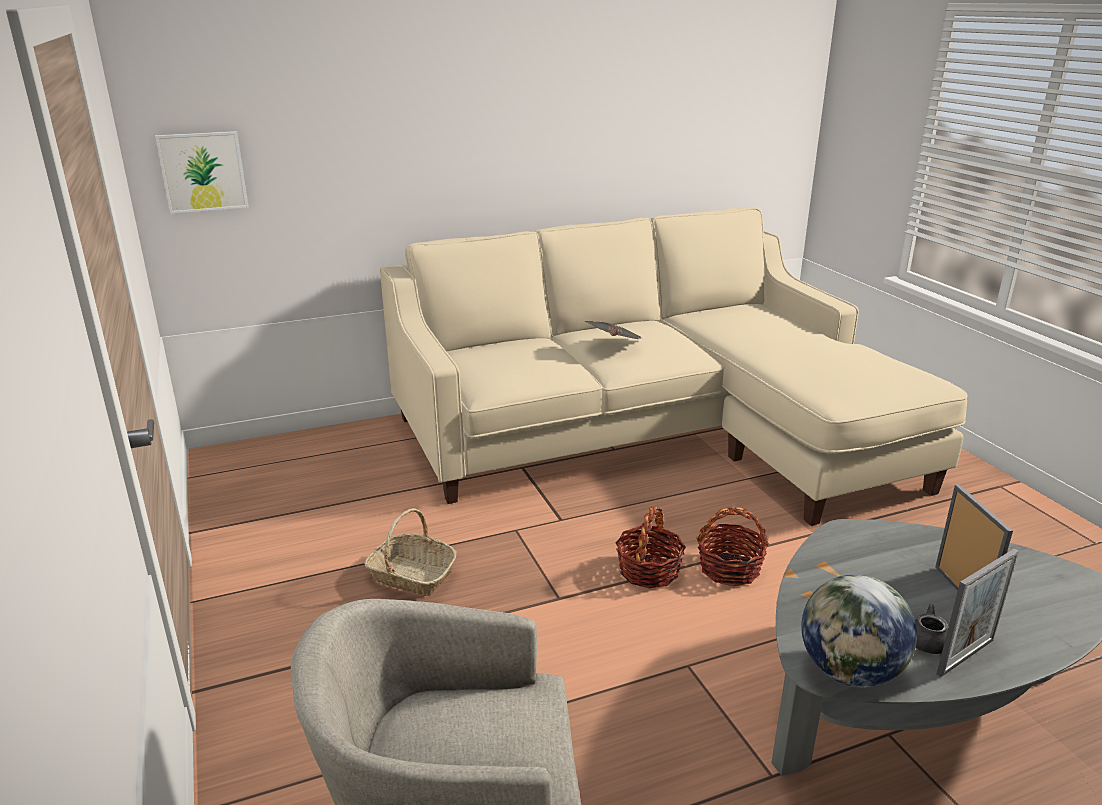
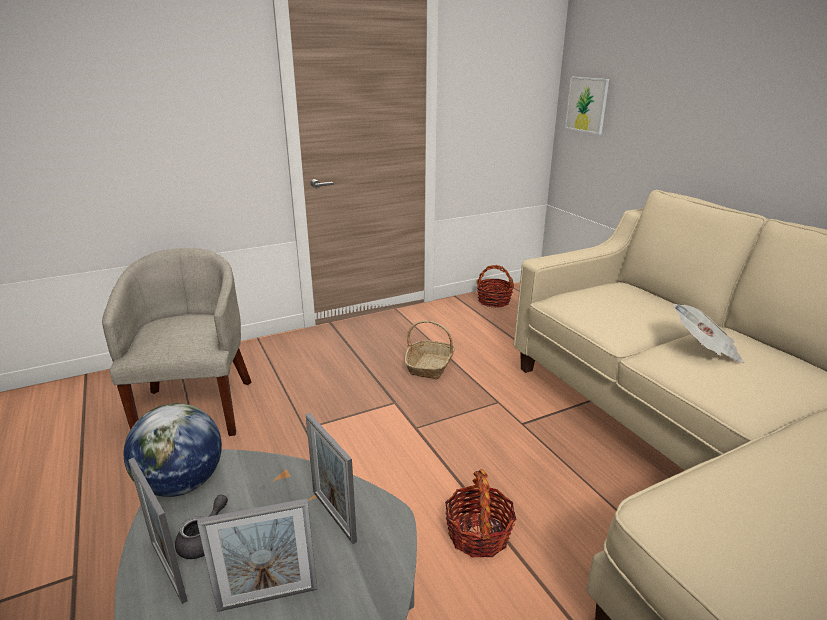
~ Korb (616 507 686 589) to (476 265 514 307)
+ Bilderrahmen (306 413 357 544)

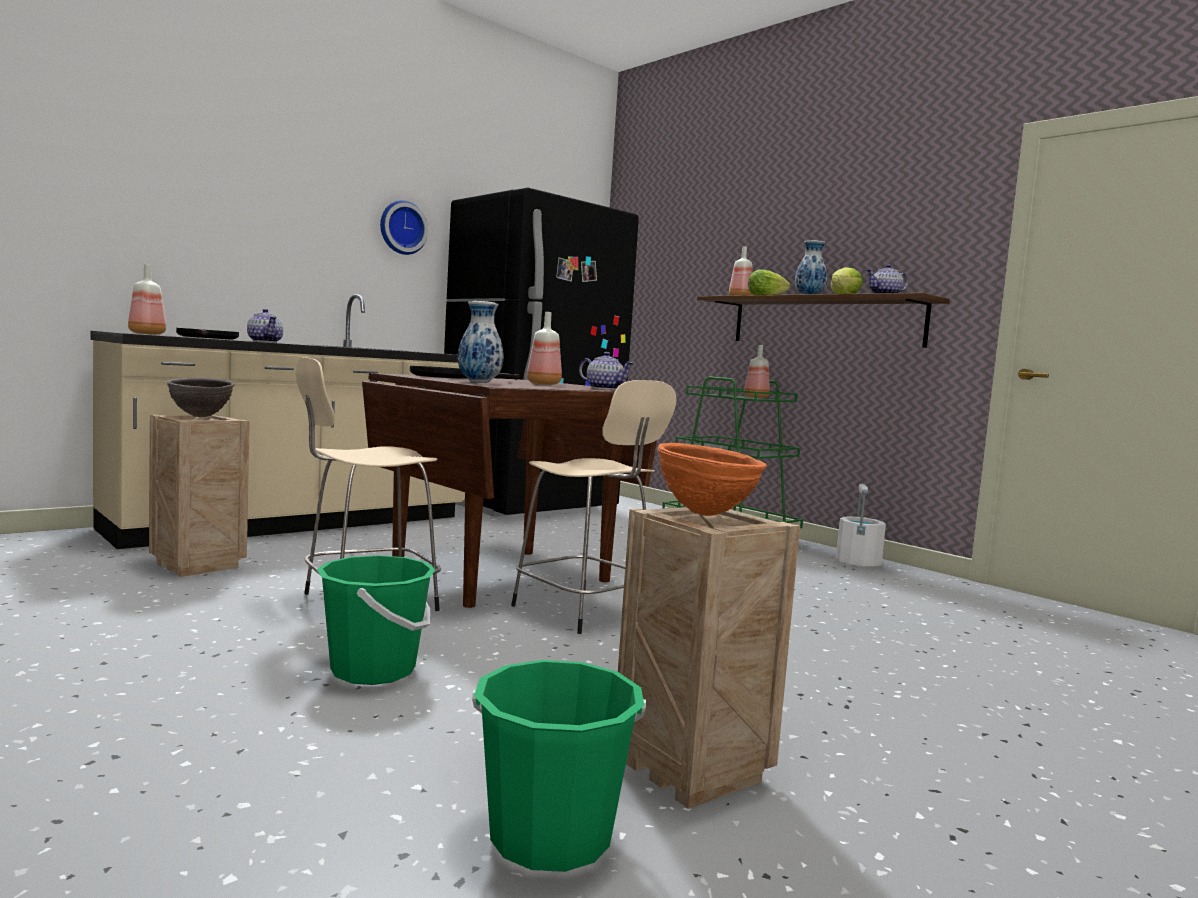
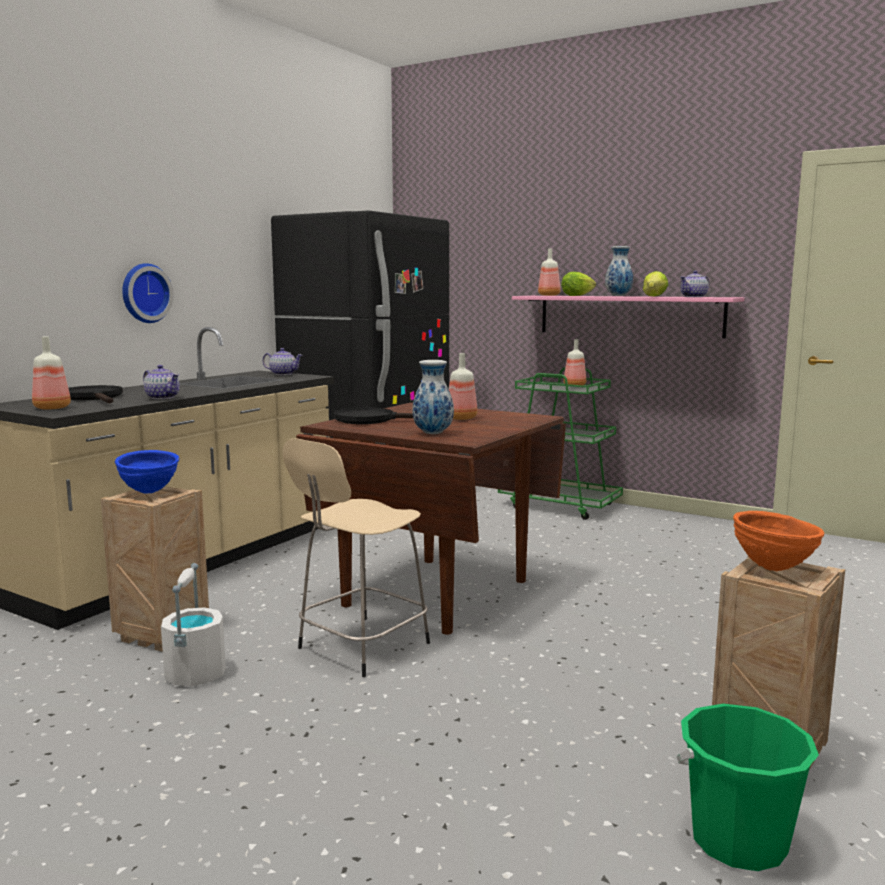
~ Schüssel [braun] (167 378 235 417) to Schüssel [blau] (115 450 179 494)
- Eimer [grün] (316 555 436 685)
~ Wanduhr (380 200 428 255) to (122 263 174 323)
- Hocker [beige] (511 380 676 634)
~ Teekanne (579 352 634 390) to (263 348 303 375)
~ Wandregal [braun] (697 293 950 348) to Wandregal [rosa] (512 296 745 338)
~ Eimer [weiß] (836 483 886 566) to (161 563 226 686)

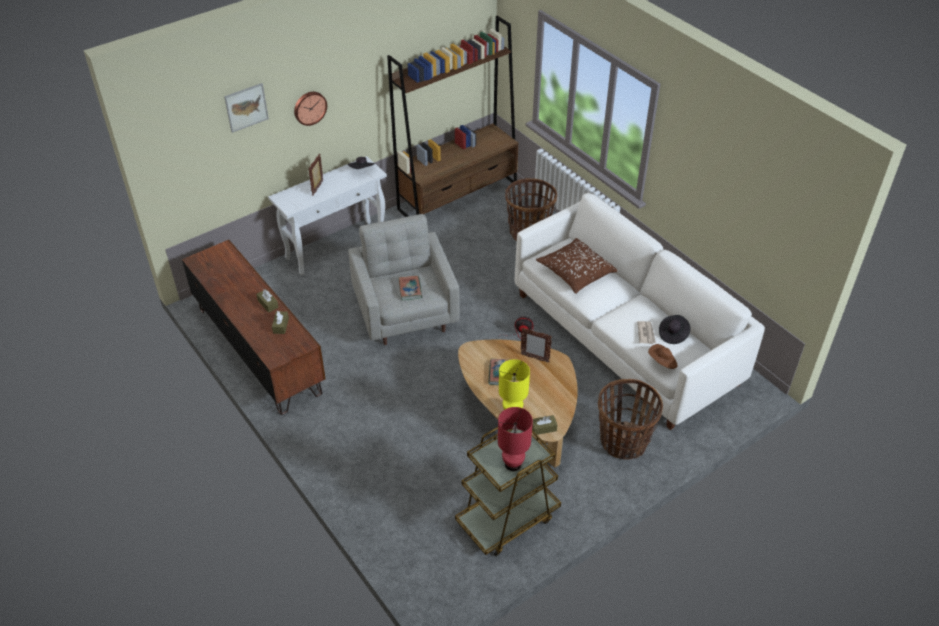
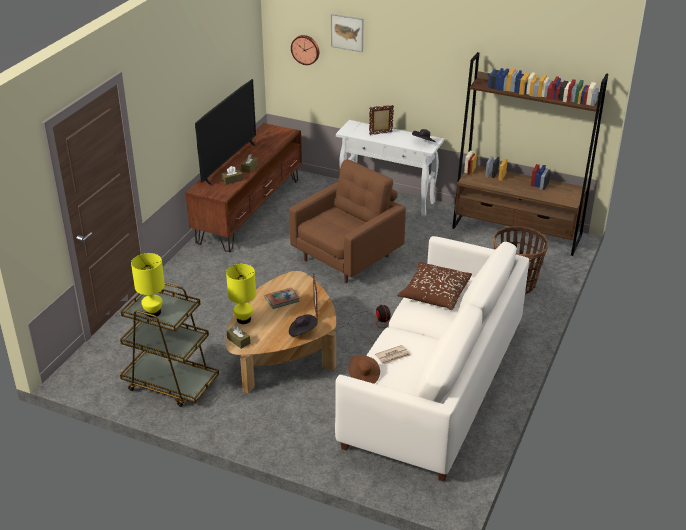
~ Wanduhr (294 92 327 126) to (291 35 319 65)
~ Sessel [grau] (348 214 460 345) to Sessel [braun] (289 159 406 283)
- Buch (398 276 422 300)
~ Tischlampe [rot] (498 407 533 471) to Tischlampe [gelb] (131 253 165 317)
- Korb (598 379 663 460)
~ Hut [schwarz] (659 315 691 344) to (289 314 318 337)
+ Fernseher (195 79 256 185)

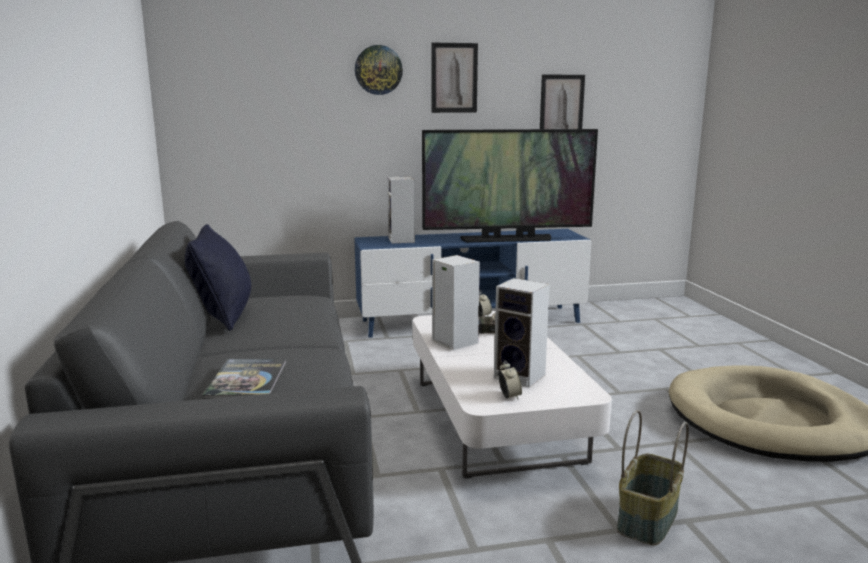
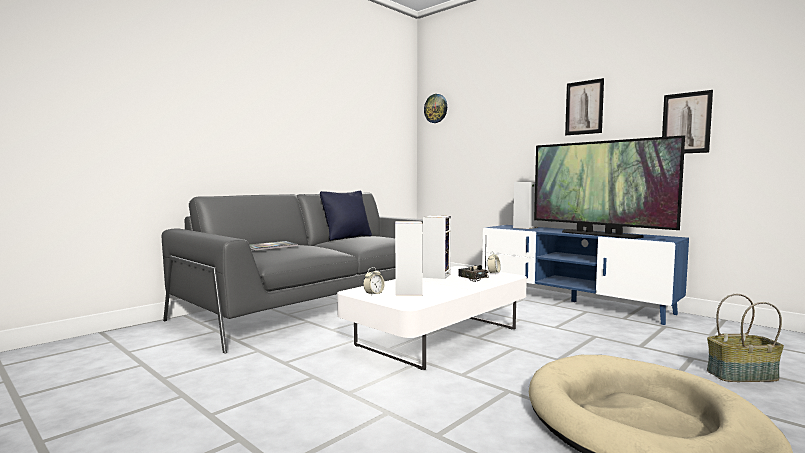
~ Wanduhr (355 45 403 95) to (424 94 447 123)
~ Korb (617 410 689 545) to (707 294 784 382)

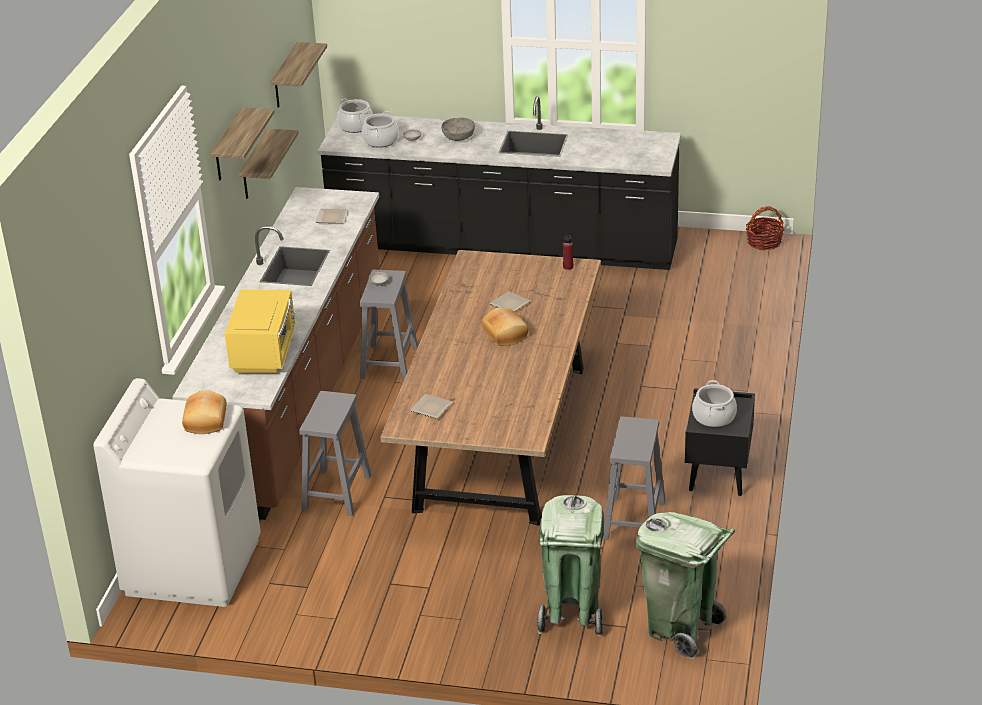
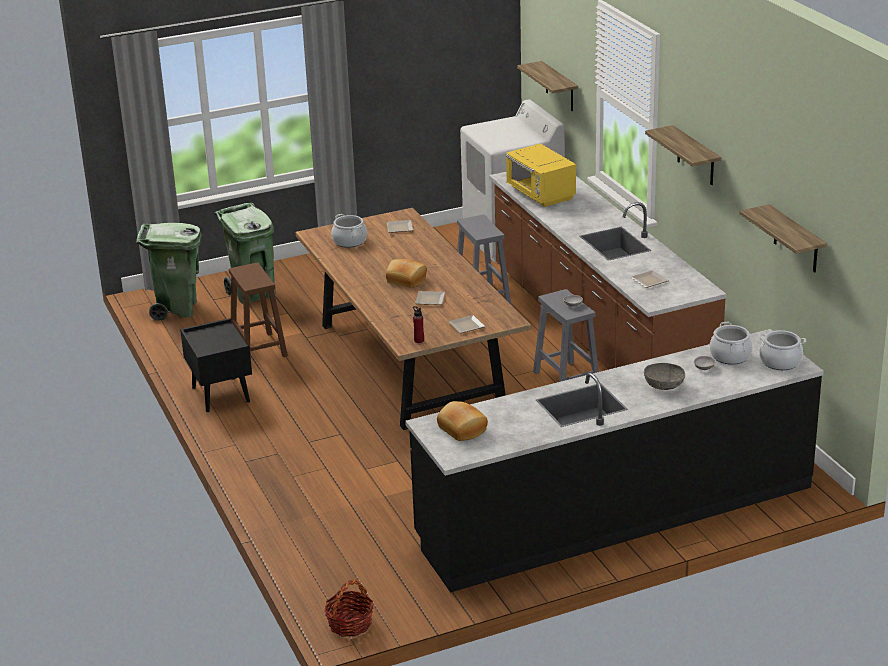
~ Brot (182 390 226 434) to (437 401 488 441)
~ Wandregal (238 129 299 199) to (517 61 578 111)
~ Hocker [grau] (603 416 666 540) to Hocker [braun] (229 262 288 357)
~ Kochtopf (692 380 737 427) to (331 214 367 248)
+ Teller (448 315 485 333)

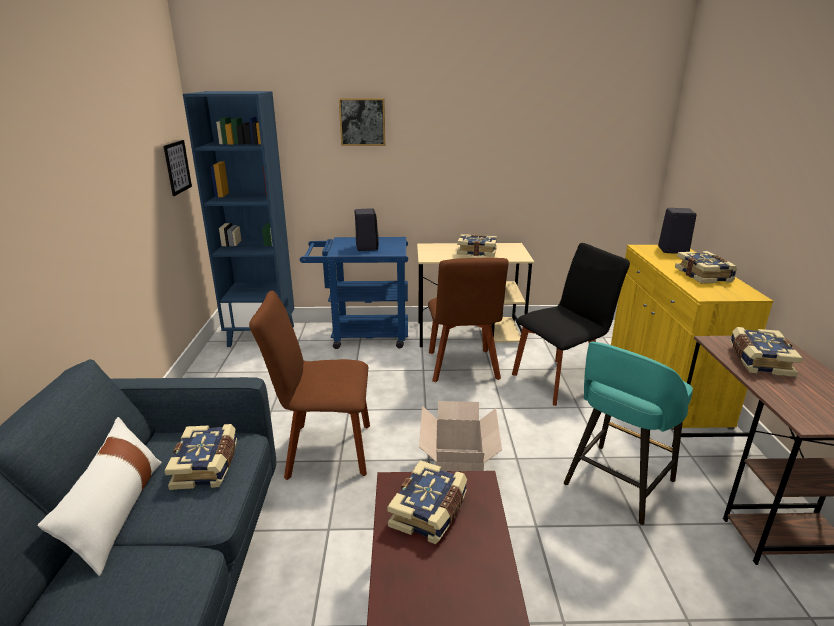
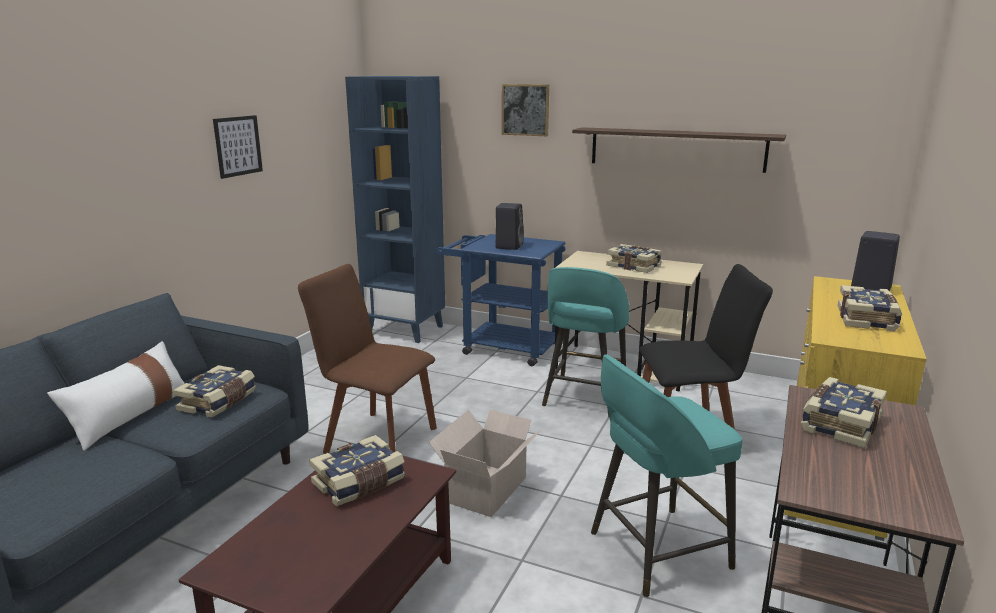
~ Bild (163 140 192 196) to (213 115 263 179)
~ Stuhl [braun] (428 258 509 382) to Hocker [türkis] (542 267 629 418)
+ Wandregal (572 127 786 173)

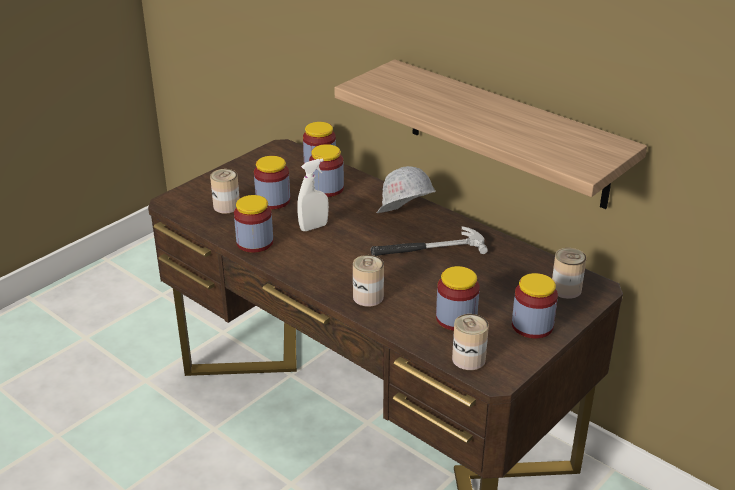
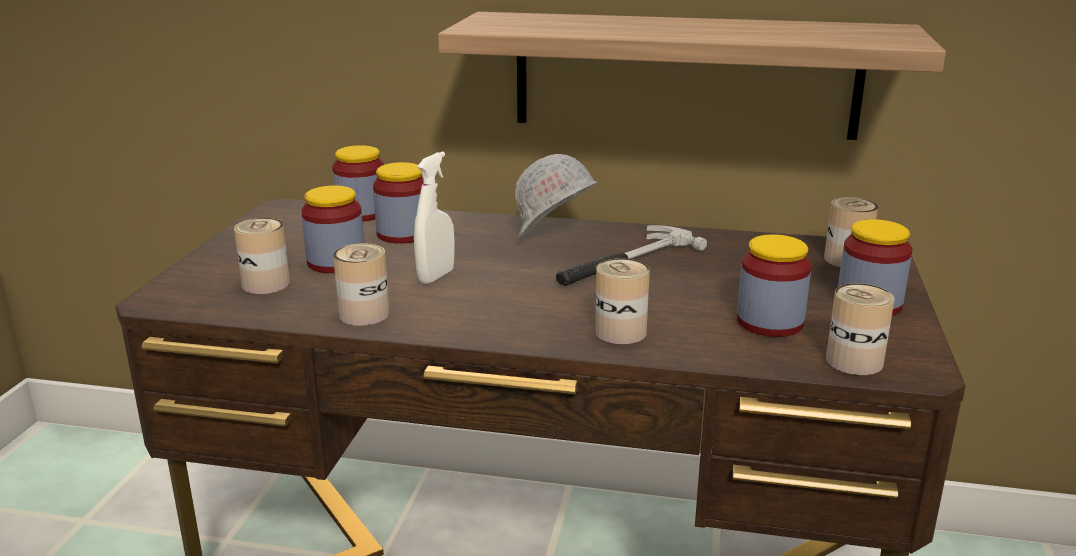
~ Vorratsglas (234 195 273 253) to Dose (333 243 389 326)

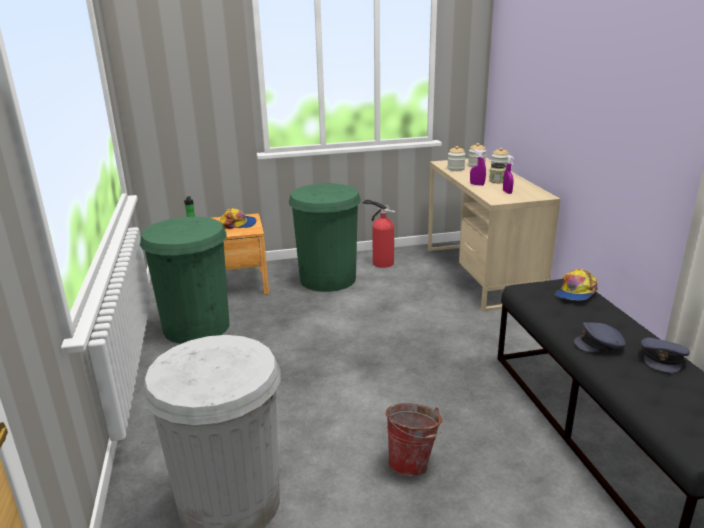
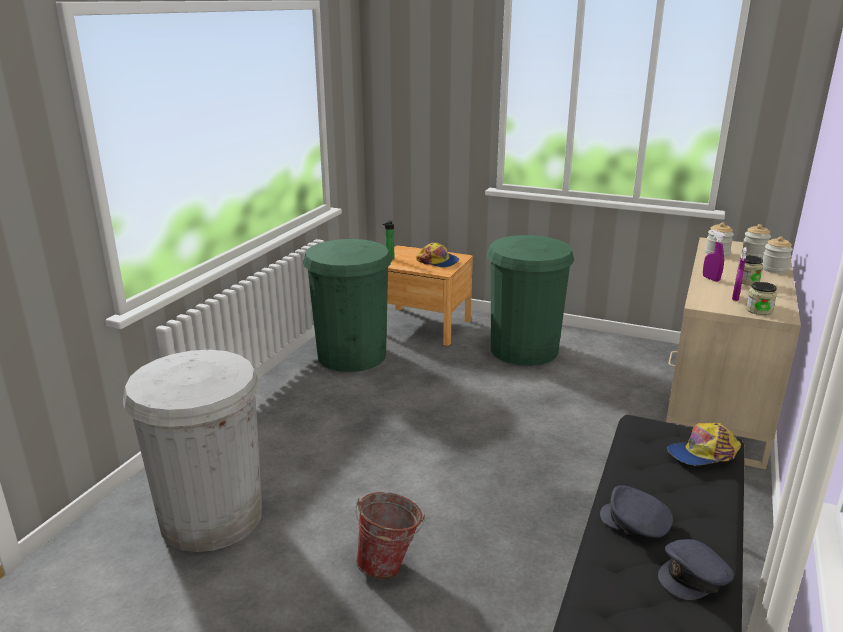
- Feuerlöscher (363 200 396 268)
+ Vorratsglas (746 282 777 315)

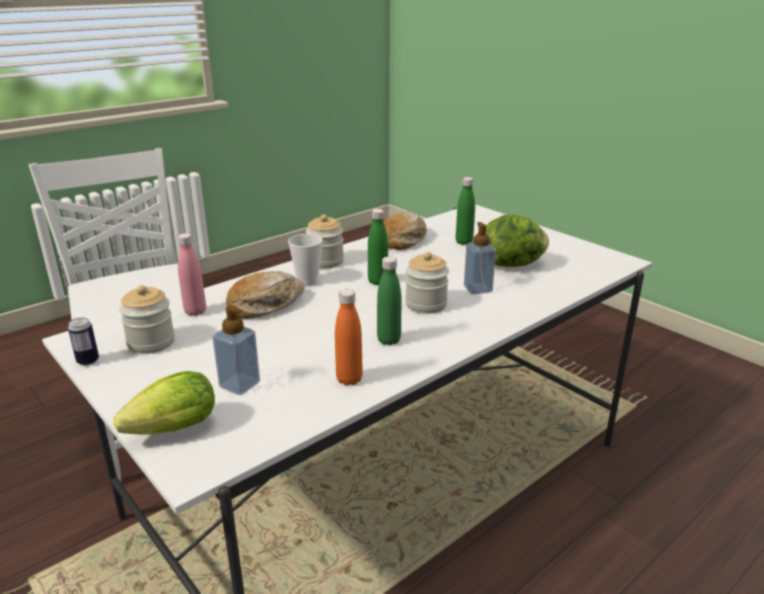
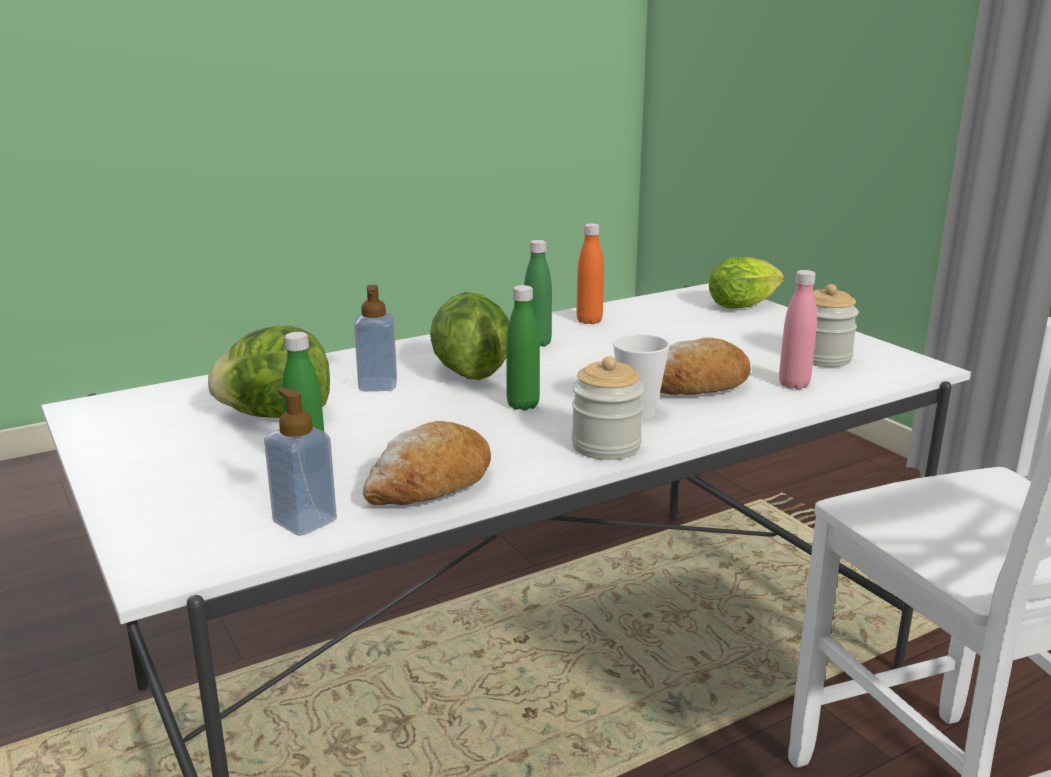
- Dose (68 317 99 366)
~ Seifenspender (212 305 260 395) to (264 388 337 536)
~ Vorratsglas (405 252 449 314) to Salatkopf (430 292 509 380)

